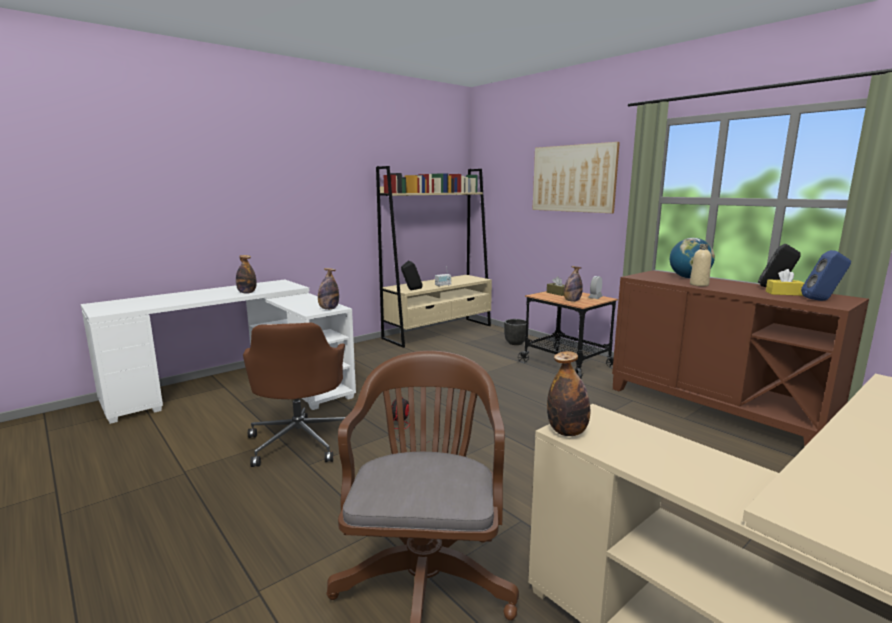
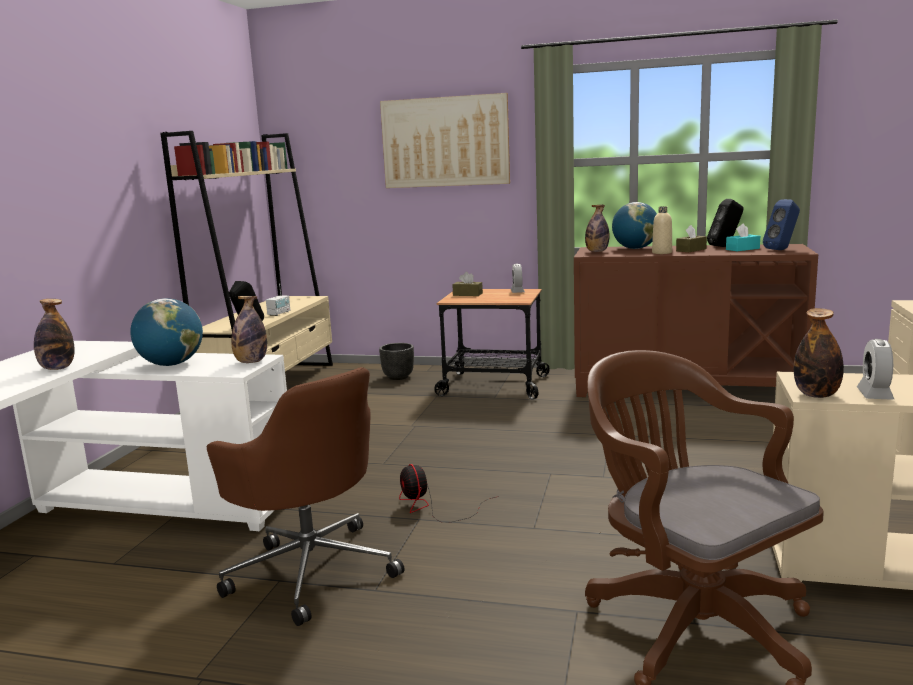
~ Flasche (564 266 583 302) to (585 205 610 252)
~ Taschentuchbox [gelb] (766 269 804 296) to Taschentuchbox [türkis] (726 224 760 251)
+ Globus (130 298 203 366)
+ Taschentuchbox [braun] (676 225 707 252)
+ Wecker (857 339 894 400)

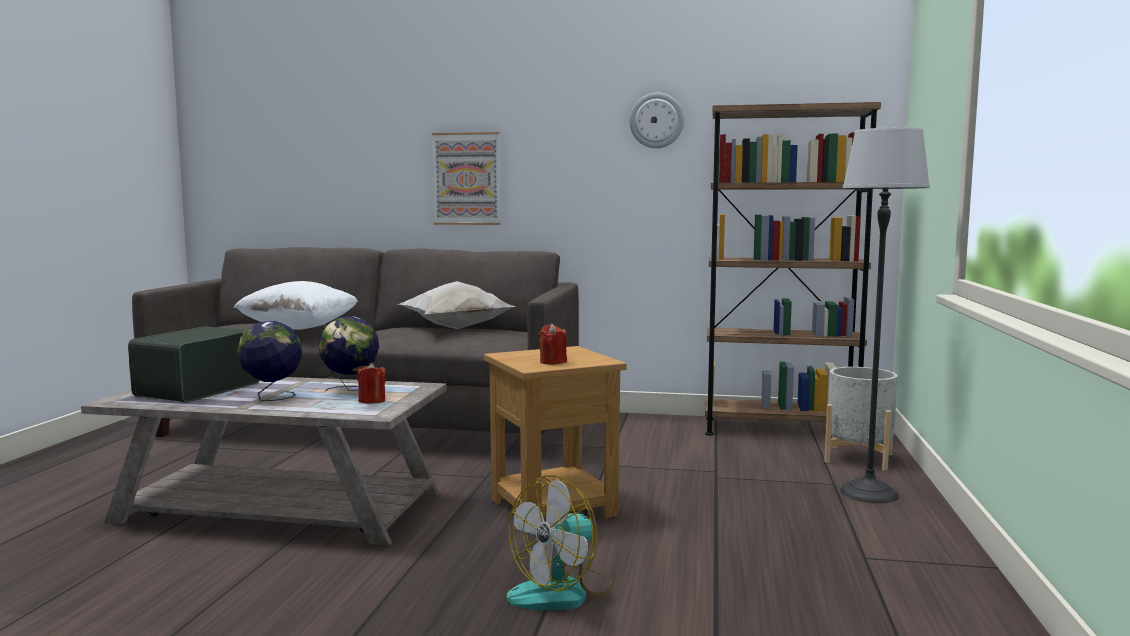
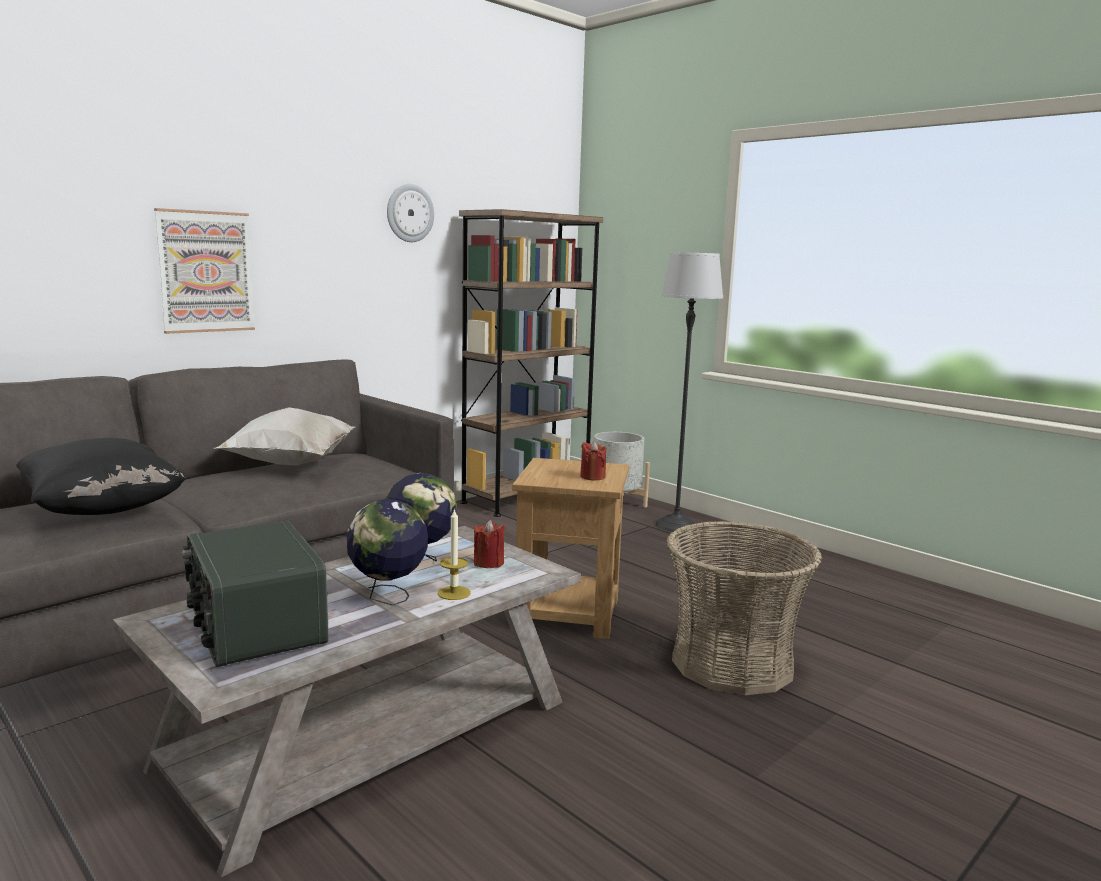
~ Kissen [weiß] (234 281 358 330) to Kissen [schwarz] (16 438 187 515)
~ Ventilator (506 475 612 611) to Korb (666 521 822 695)
+ Kerze (438 508 471 600)

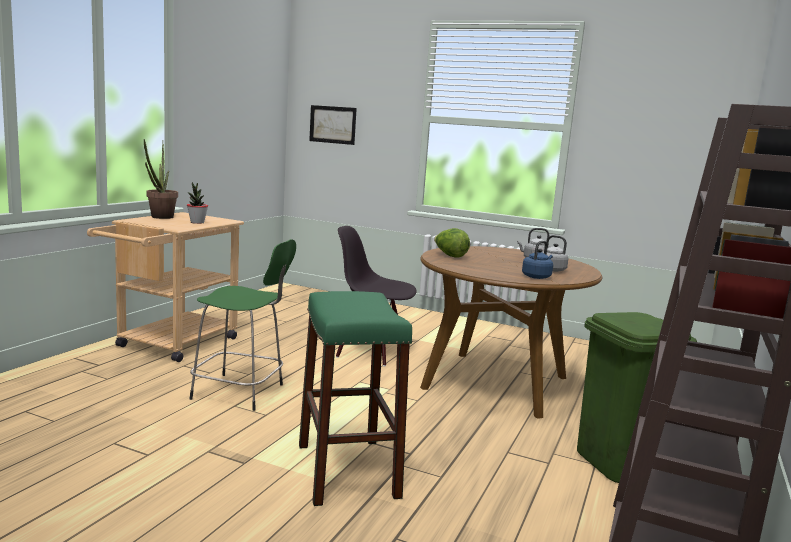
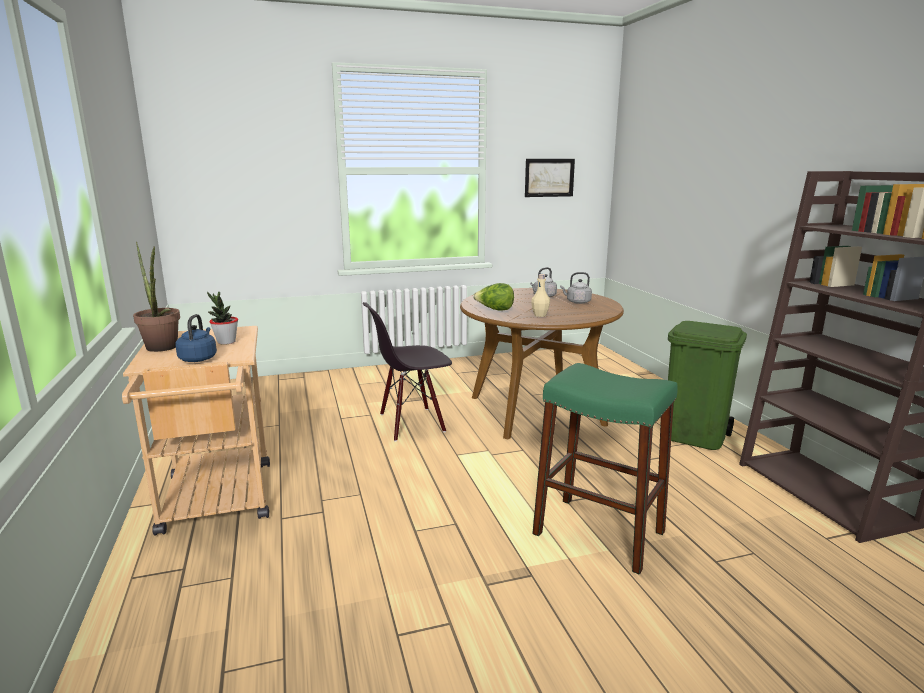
- Hocker [grün] (190 239 296 411)
~ Bild (309 105 357 145) to (525 159 575 197)
~ Wasserkessel [blau] (522 241 553 279) to (175 314 217 362)
+ Flasche [beige] (531 274 550 317)

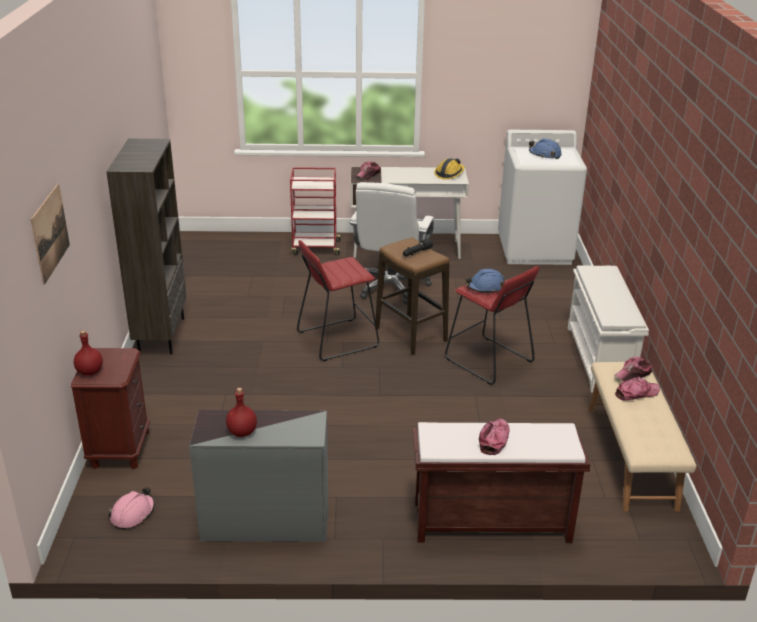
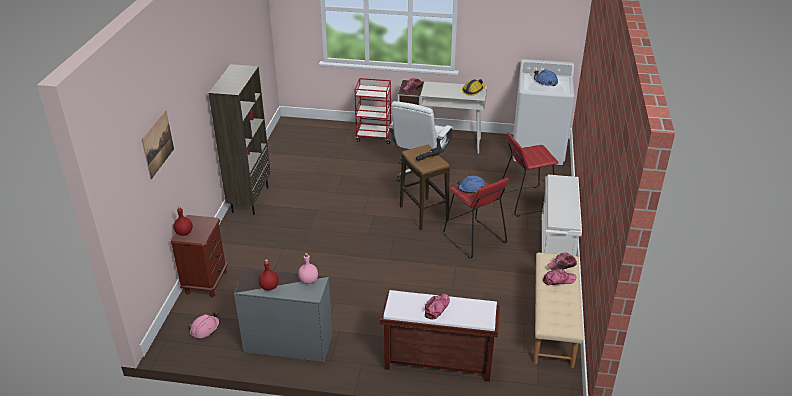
~ Hocker [rot] (297 240 379 361) to (502 132 559 217)
+ Flasche [rosa] (298 253 318 284)

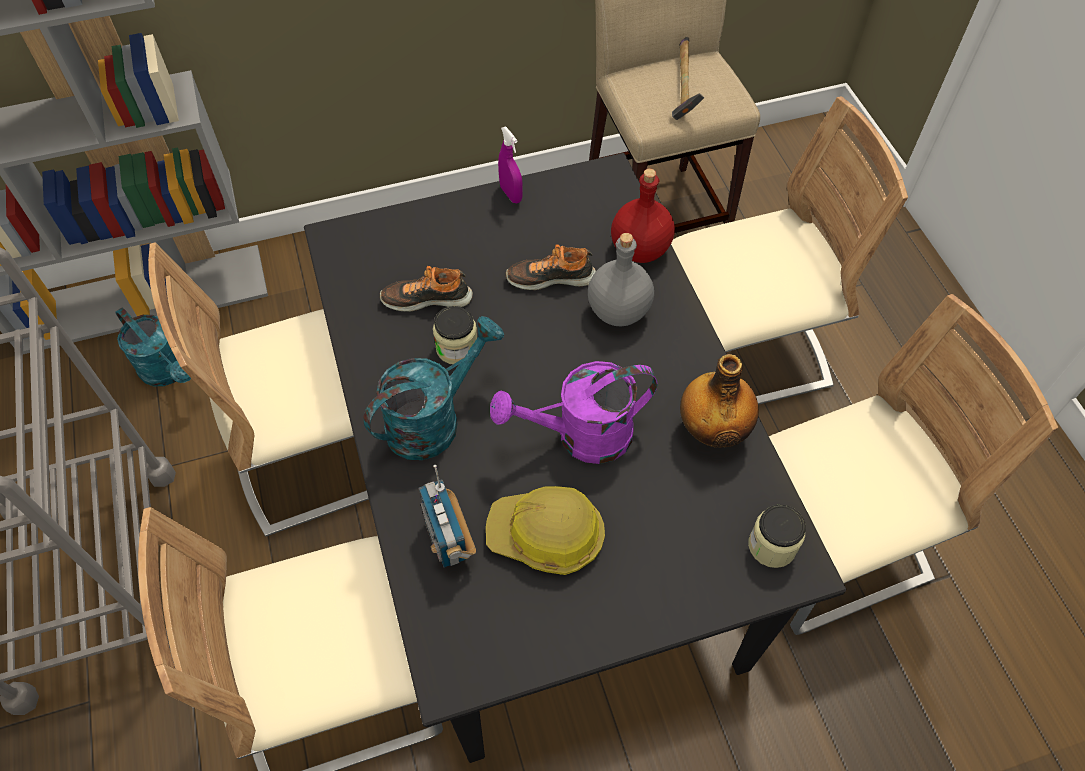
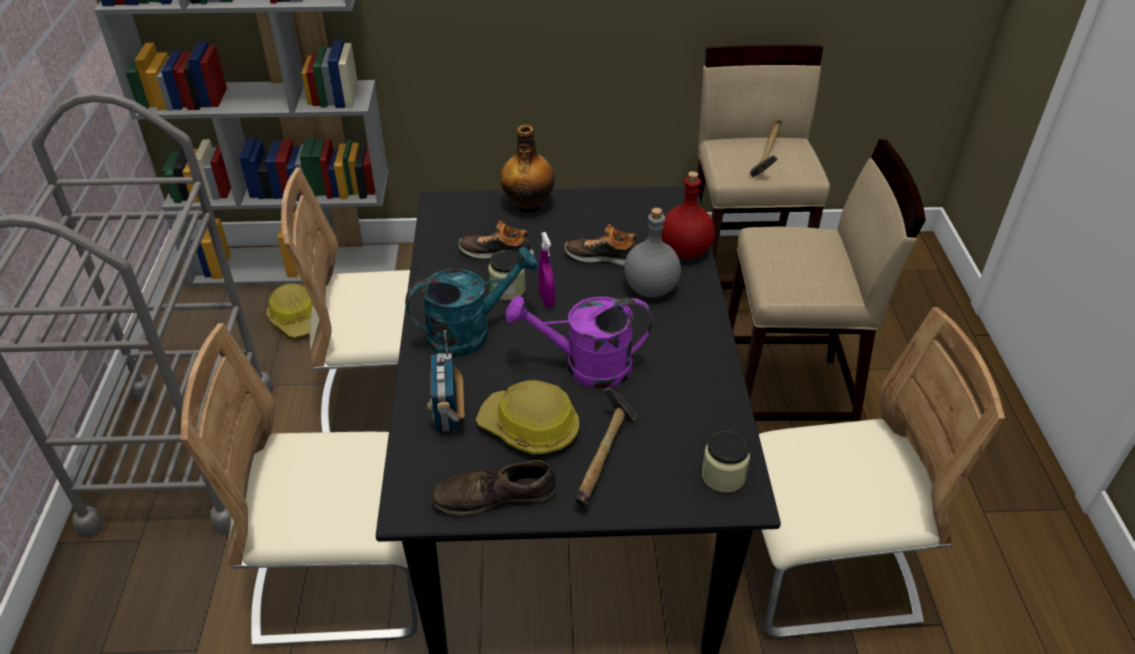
~ Gießkanne [türkis] (115 307 191 386) to Schutzhelm (266 283 313 337)
~ Sprühflasche [lila] (498 127 523 203) to (538 232 555 307)
~ Stuhl [beige] (671 96 908 405) to Hocker [beige] (728 139 926 422)
~ Flasche (680 354 759 448) to (500 125 555 212)
+ Schuh [braun] (431 460 556 515)
+ Hammer (575 388 637 507)

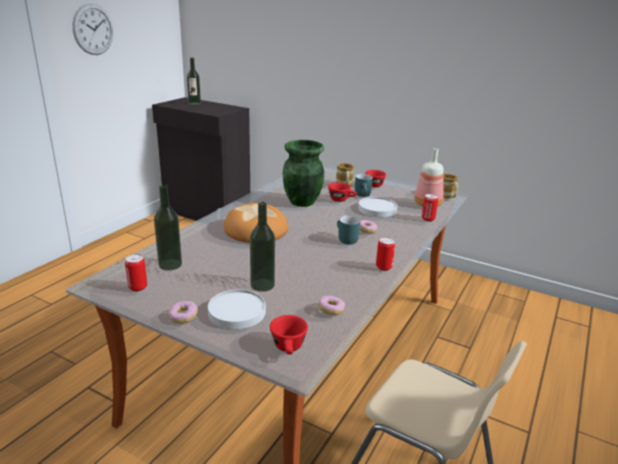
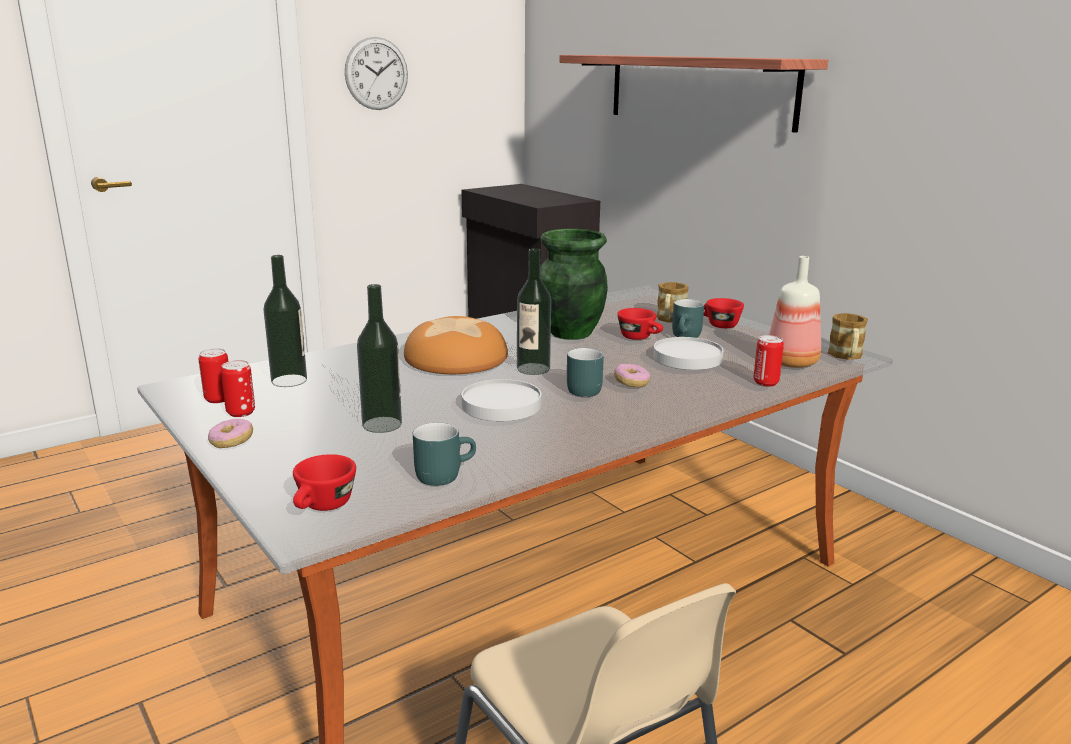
~ Flasche (187 58 201 105) to (517 248 551 375)
~ Teller [weiß] (208 289 266 329) to (462 379 541 421)
~ Donut (318 296 345 315) to Henkelbecher [türkis] (413 423 476 486)
~ Dose (376 237 395 271) to (221 360 255 417)
+ Wandregal (559 55 828 133)

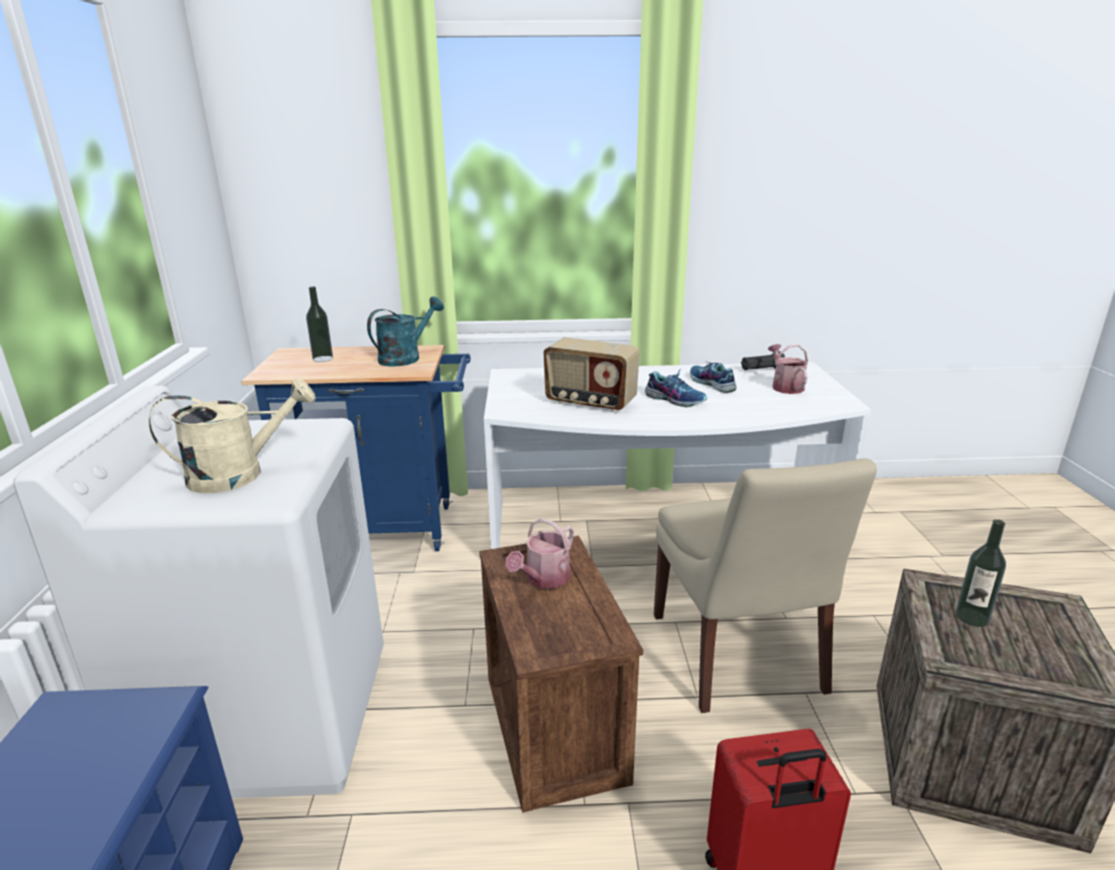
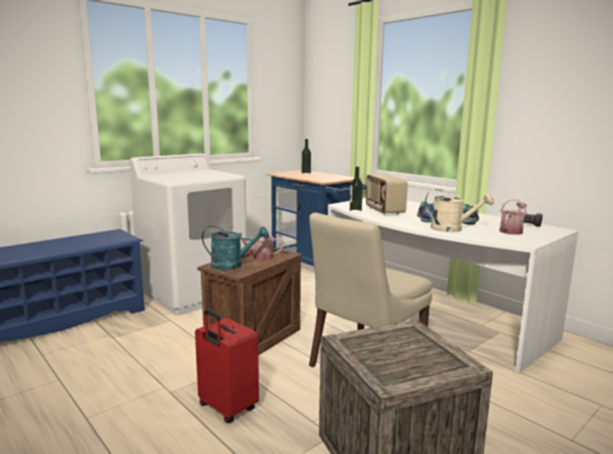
~ Gießkanne [beige] (148 378 316 493) to (425 189 494 232)
~ Gießkanne [türkis] (367 296 444 367) to (202 226 269 270)
~ Flasche (955 519 1006 627) to (350 167 363 213)

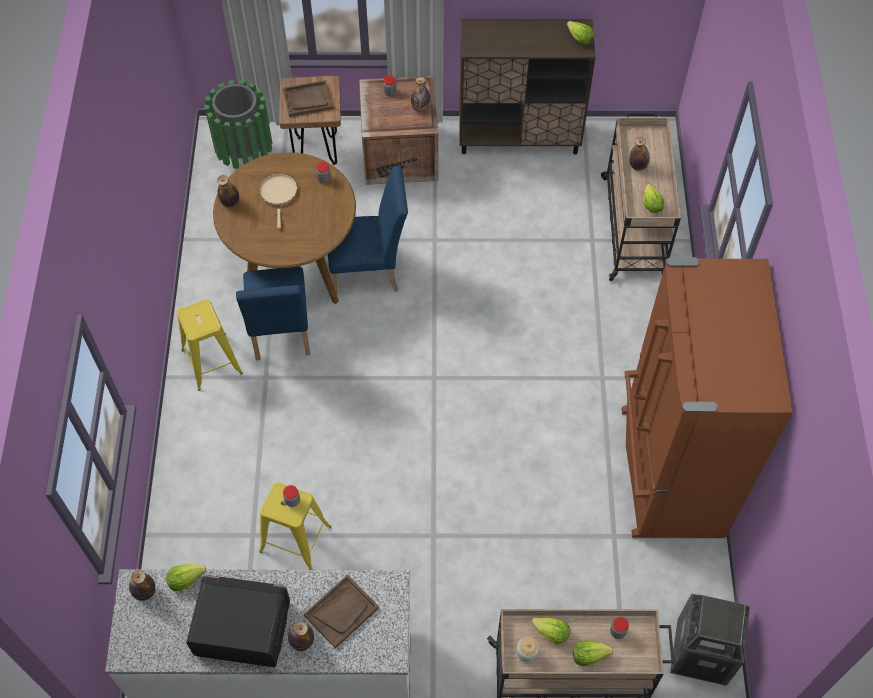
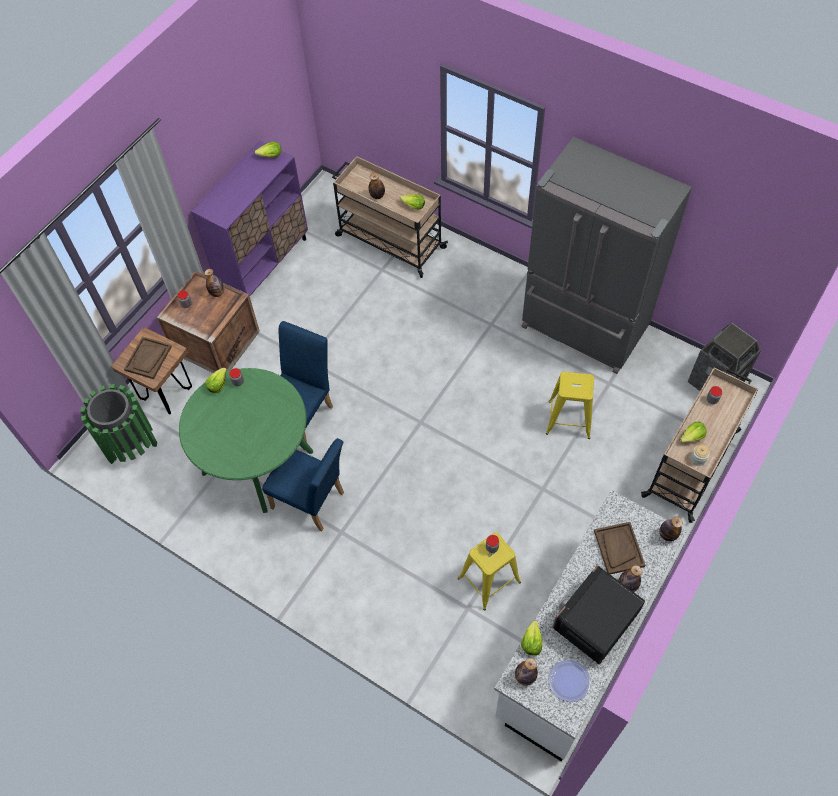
~ Hocker [gelb] (177 299 243 391) to (546 372 594 439)
~ Esstisch [braun] (213 152 356 304) to Esstisch [grün] (179 368 313 513)
~ Flasche (217 175 239 207) to (659 517 683 541)
- Pfanne [beige] (259 173 298 229)
~ Schrank [braun] (459 19 596 154) to Schrank [lila] (191 140 308 296)
~ Salatkopf (573 641 613 666) to (205 367 227 393)
~ Kühlschrank [braun] (622 257 793 538) to Kühlschrank [grau] (521 137 692 374)
+ Teller (548 660 591 702)

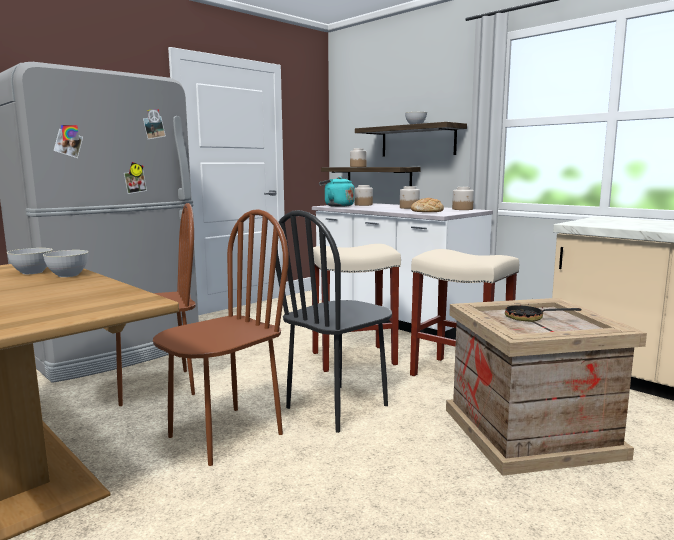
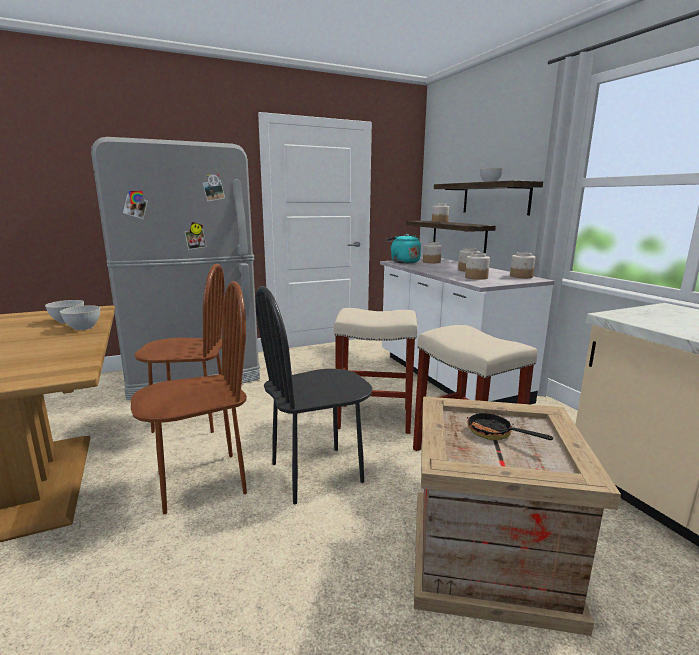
~ Brot (411 198 444 212) to Vorratsglas (465 253 490 280)

